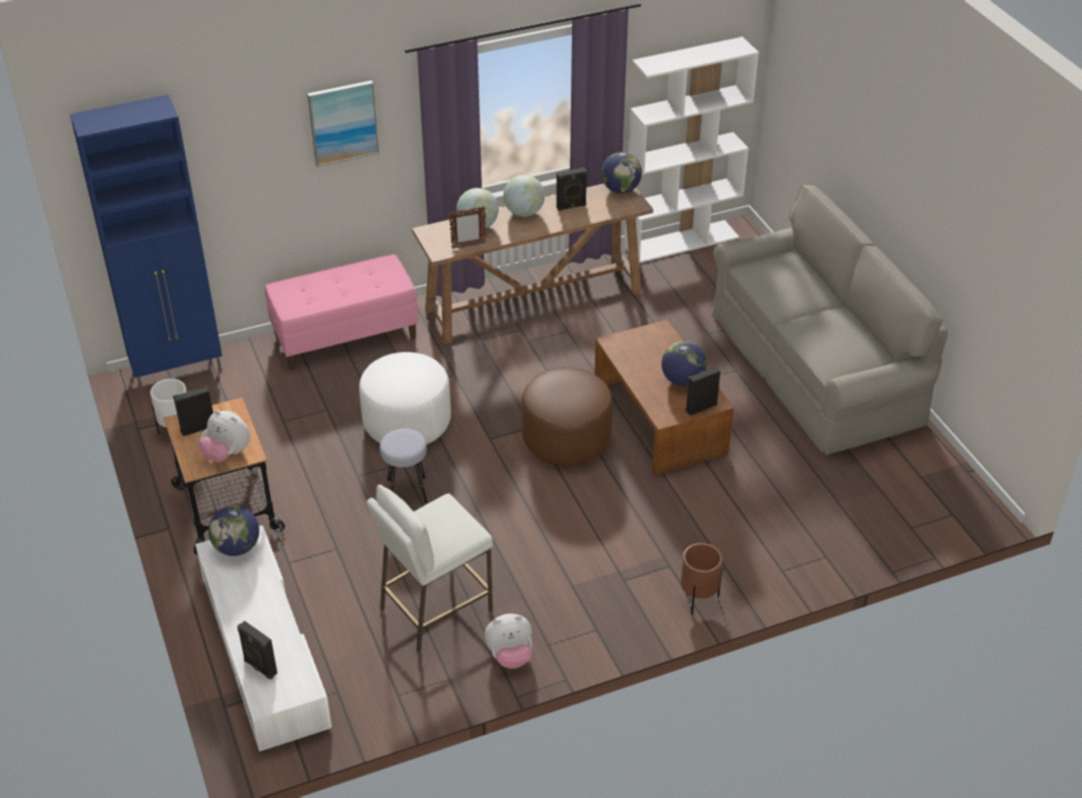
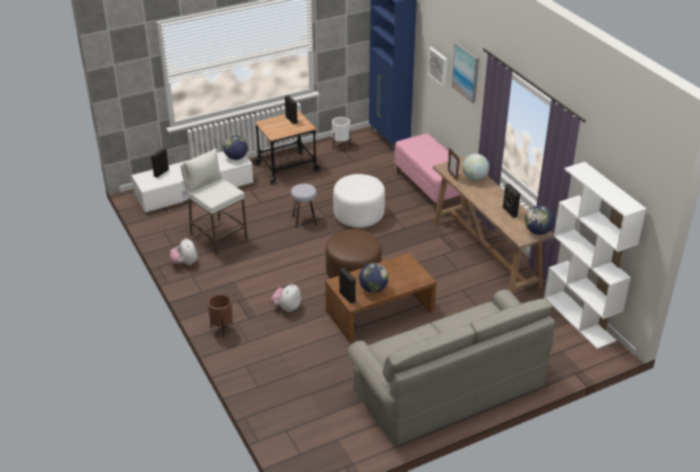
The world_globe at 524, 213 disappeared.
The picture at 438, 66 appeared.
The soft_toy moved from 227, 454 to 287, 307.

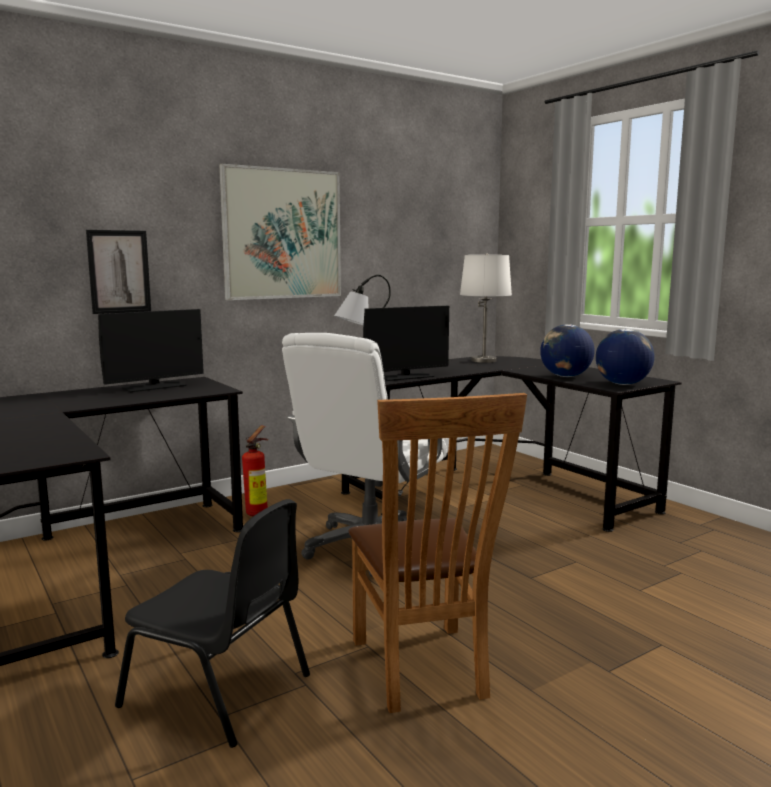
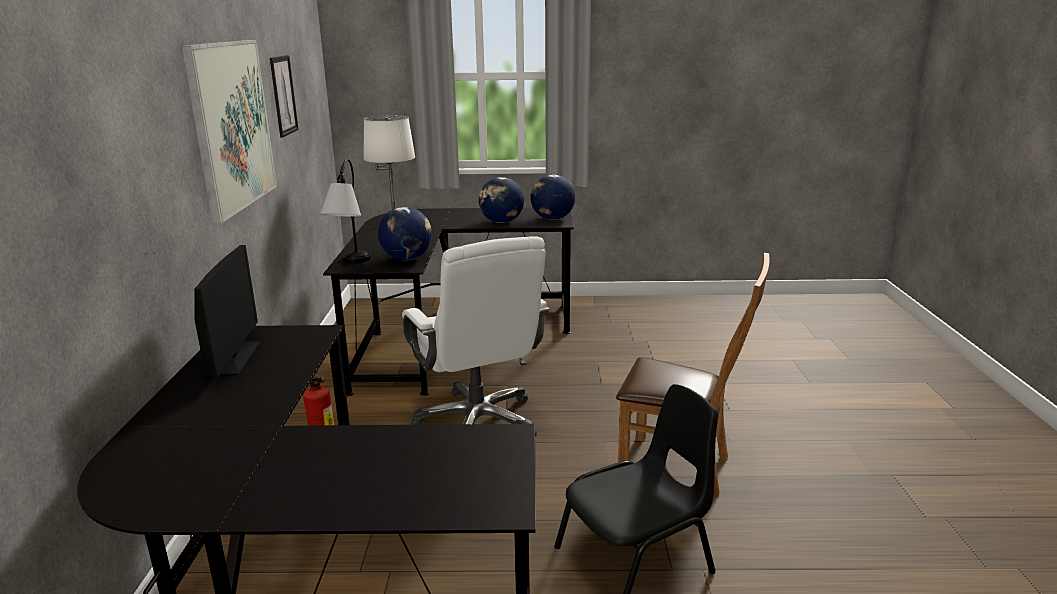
The picture moved from 119, 271 to 283, 95.
The monitor at 405, 377 was replaced by the world_globe at 407, 258.

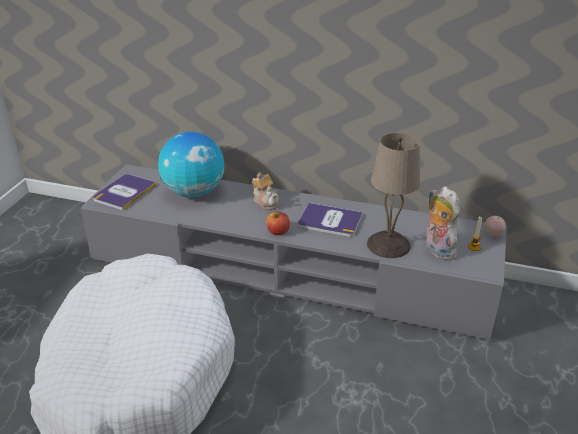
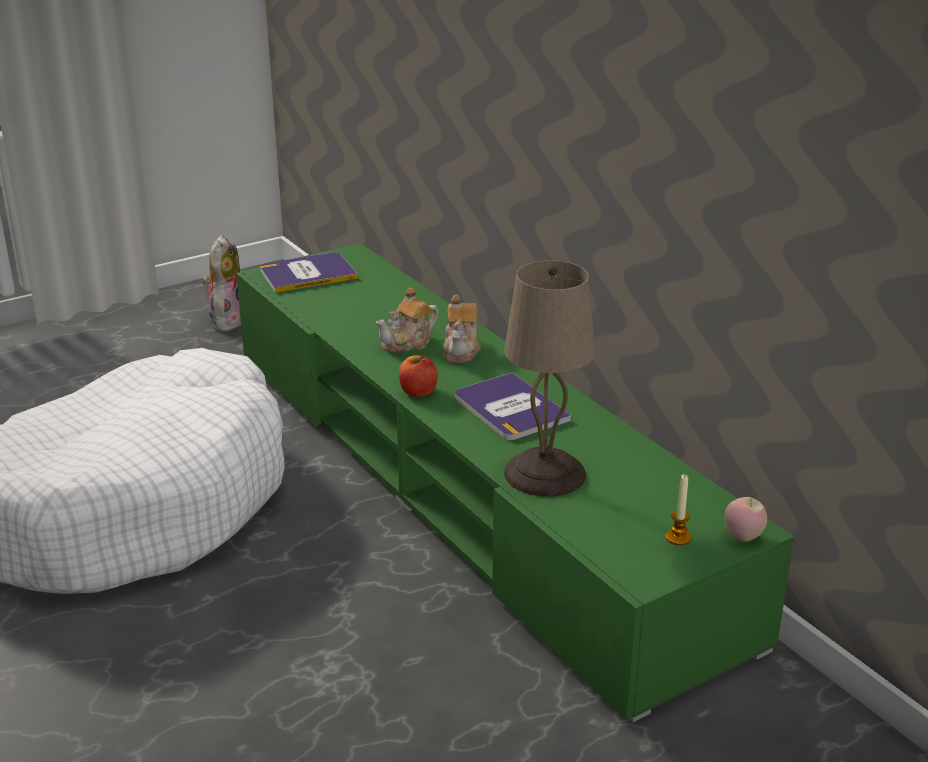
The world_globe at 194, 193 disappeared.
The tea_pot at 408, 343 appeared.
The soft_toy moved from 437, 250 to 227, 320.
The grey_tv_unit at 290, 271 became the green-coloured_tv_unit at 465, 484.

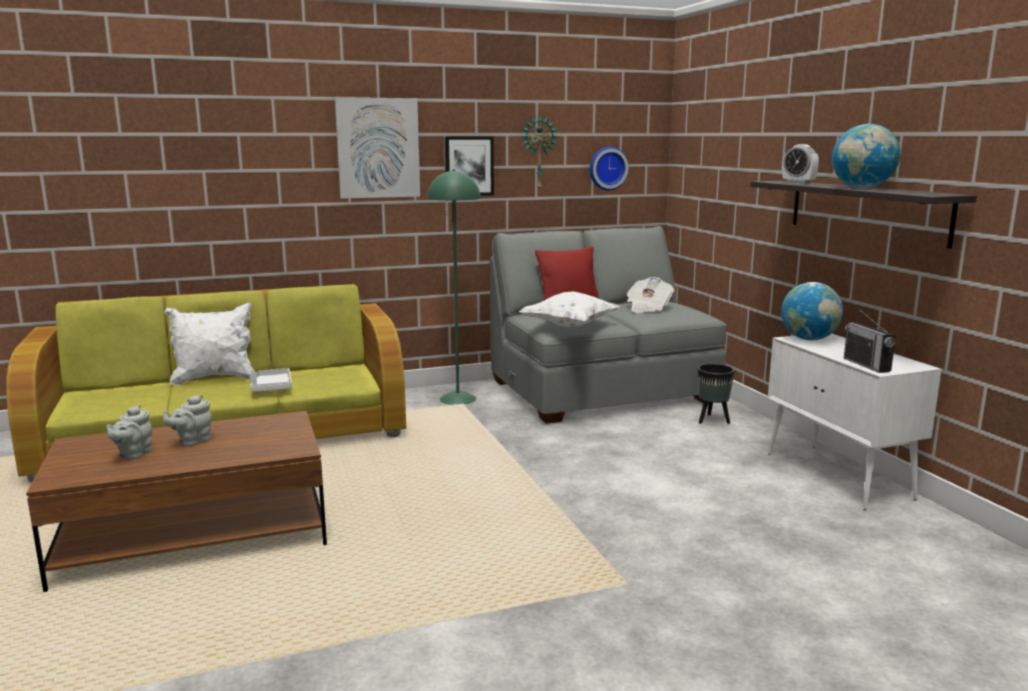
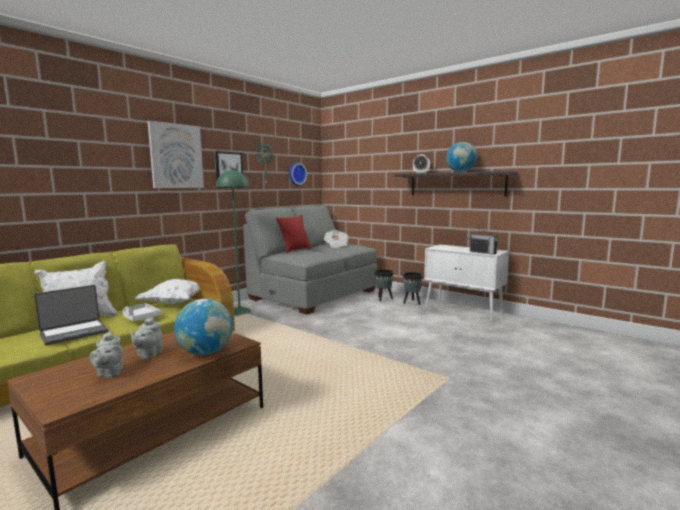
The portable_computer at 74, 333 appeared.
The blackish_plant_pot at 412, 302 appeared.
The white-coloured_throw_pillow moved from 570, 326 to 175, 303.
The world_globe moved from 809, 339 to 206, 352.

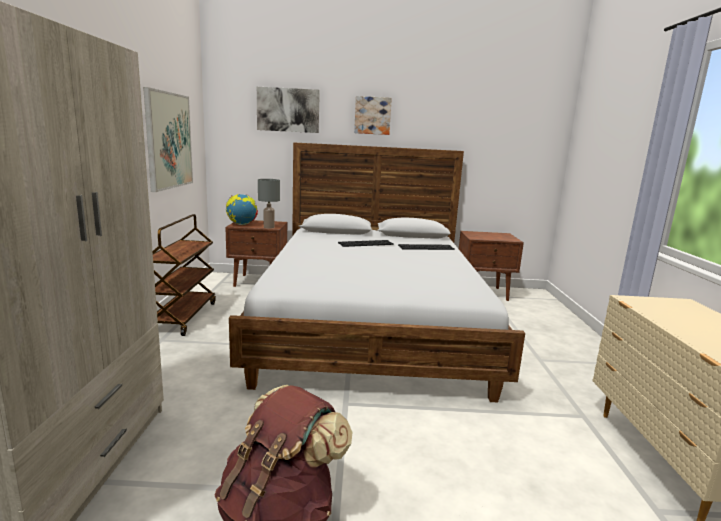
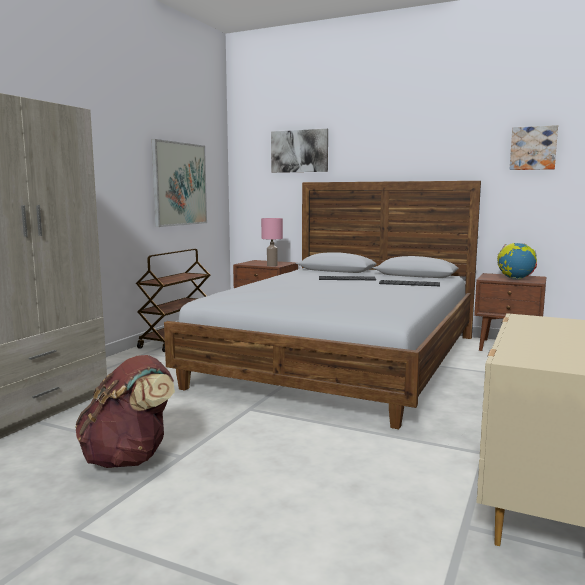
The world_globe moved from 242, 224 to 515, 279.
The picture moved from 372, 115 to 533, 148.
The grey_tabletop_lamp at 269, 227 became the pink-coloured_tabletop_lamp at 272, 265.

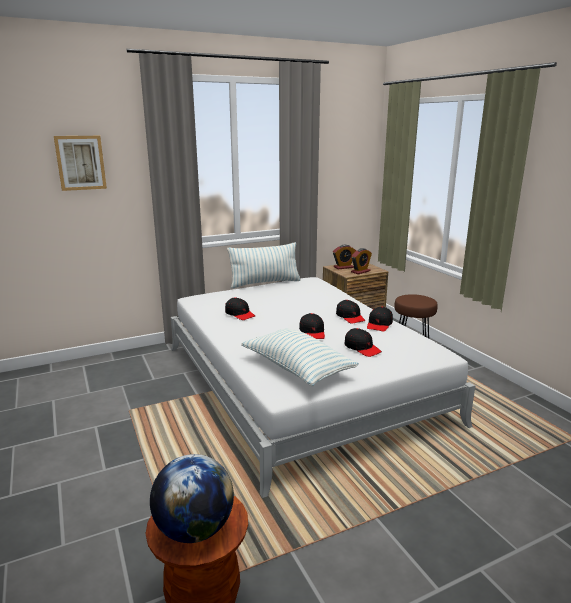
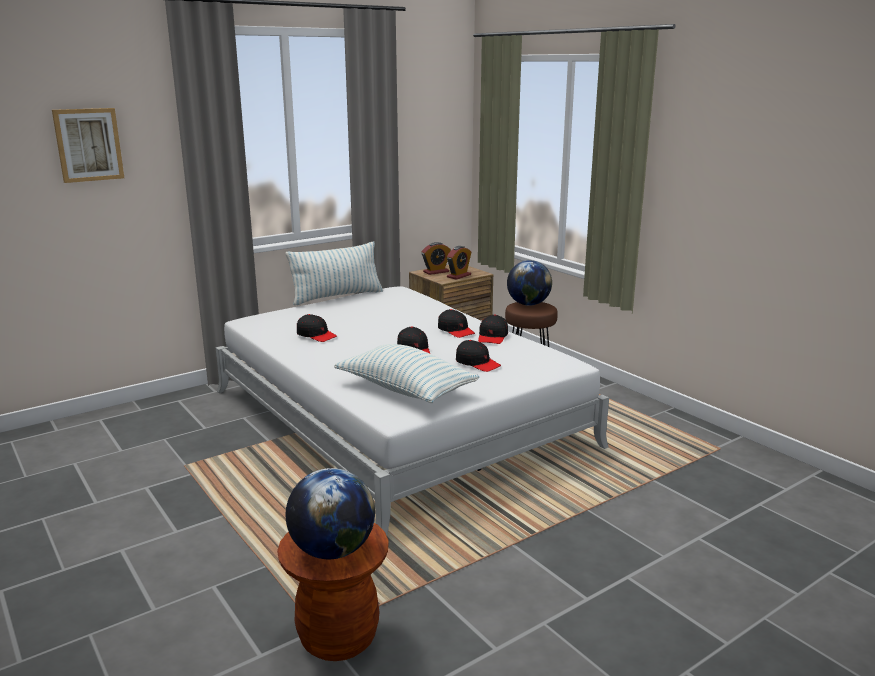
The world_globe at 528, 304 appeared.

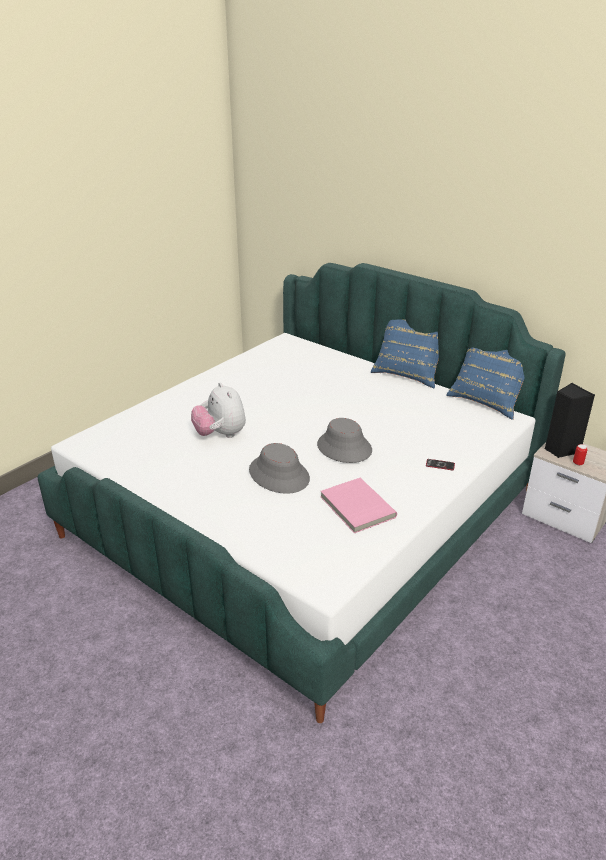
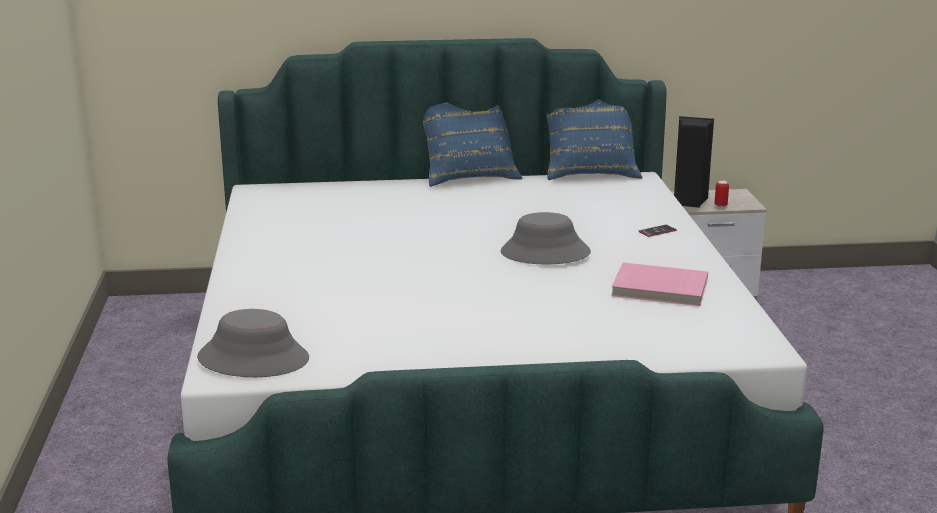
The soft_toy at 220, 434 disappeared.
The grey_hat moved from 279, 474 to 253, 358.

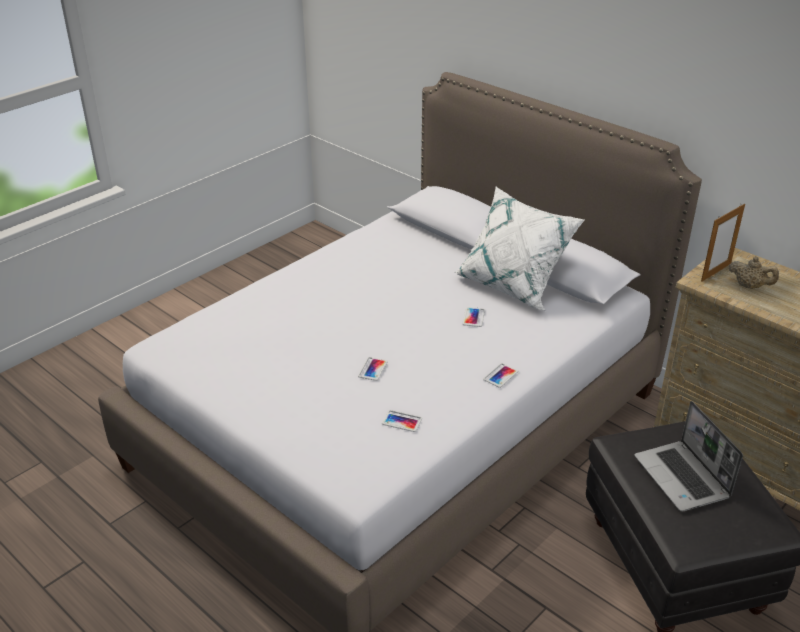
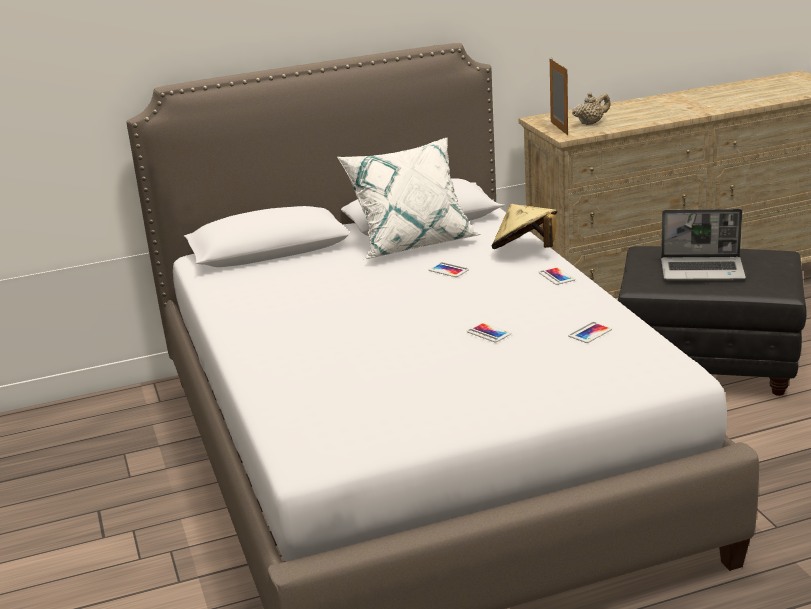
The sand-coloured_hat at 525, 251 appeared.

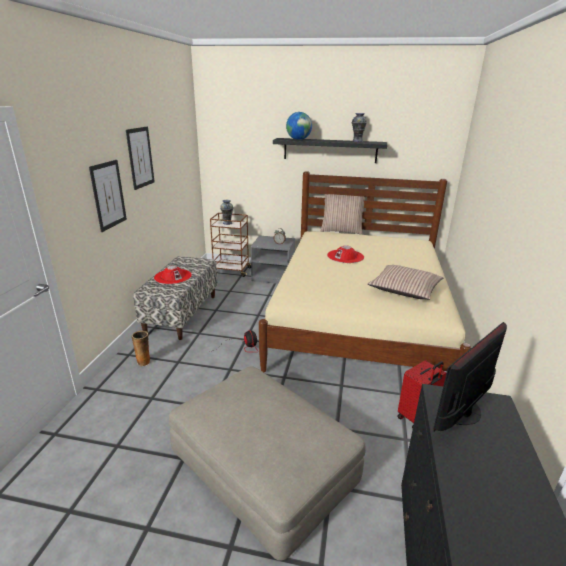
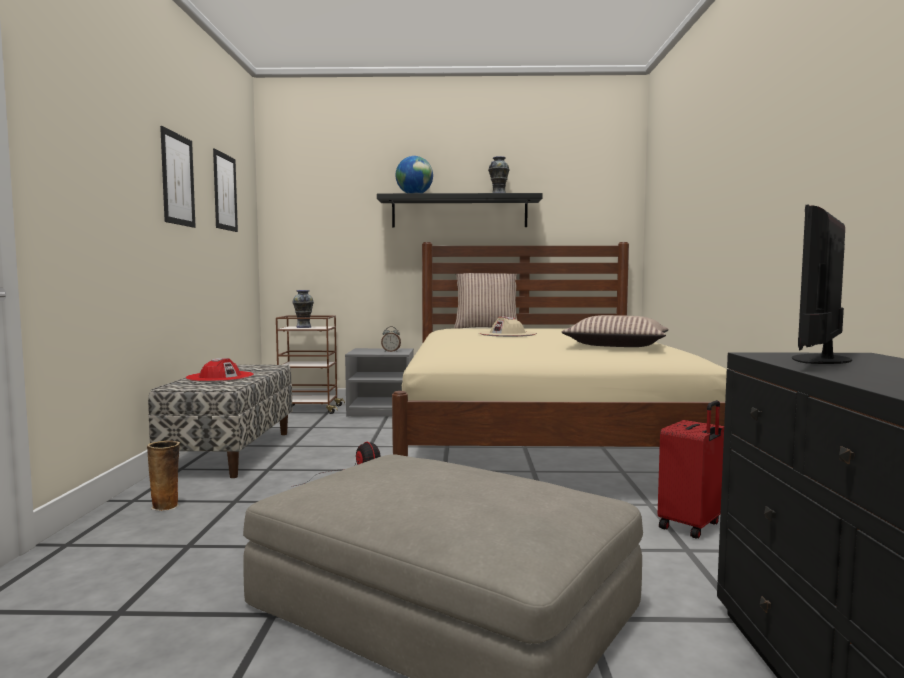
The picture moved from 108, 195 to 225, 192.
The red_hat at 345, 256 became the sand-coloured_hat at 507, 334.

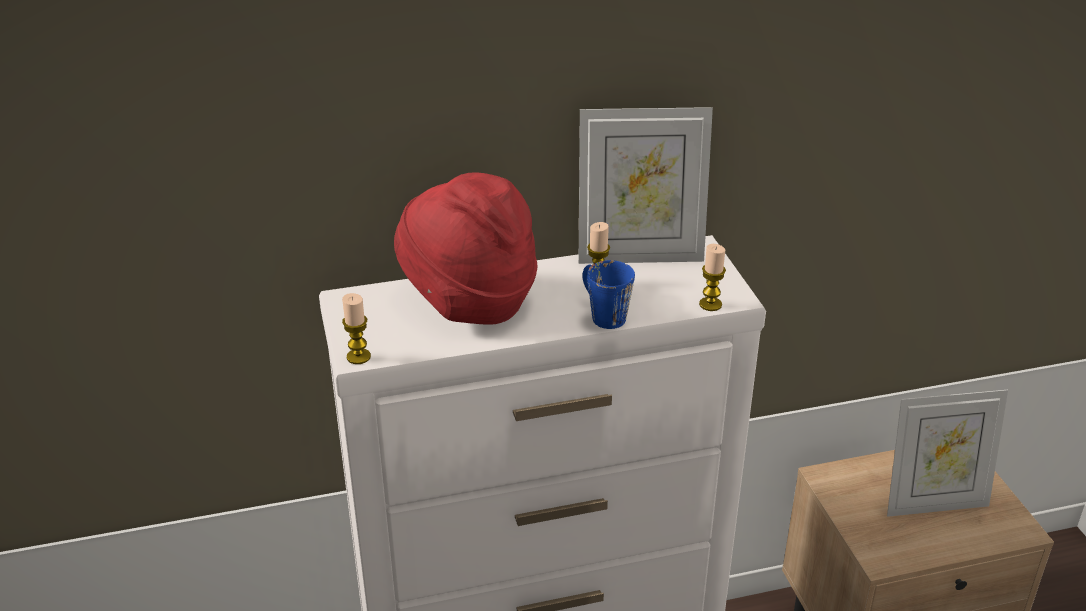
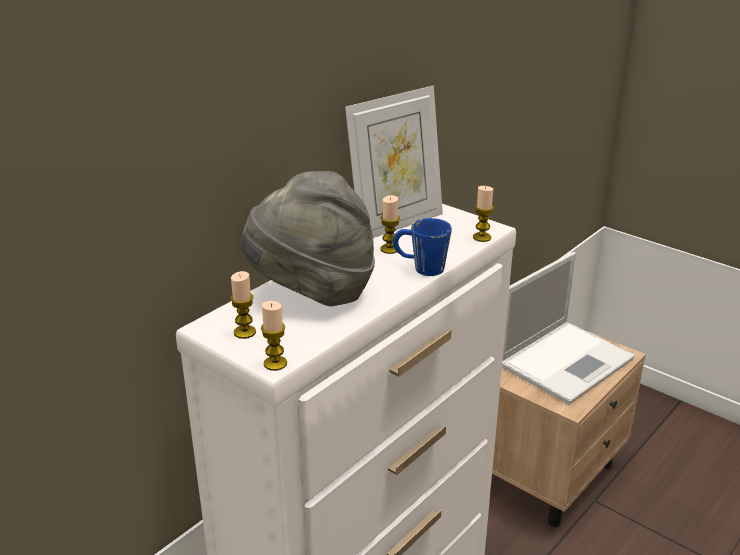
The wax_candle at 244, 332 appeared.
The photo_frame at 933, 503 was replaced by the portable_computer at 566, 360.
The red_hat at 468, 301 became the grey_hat at 312, 293.

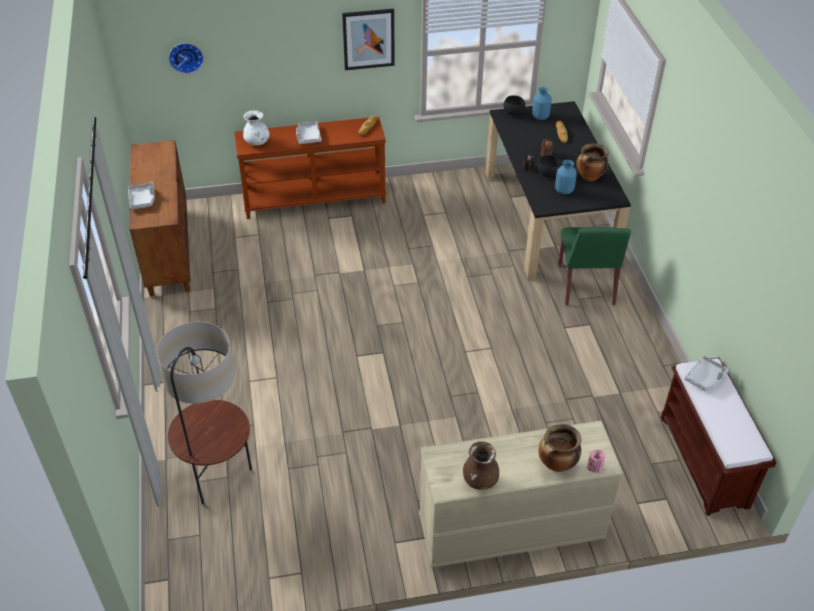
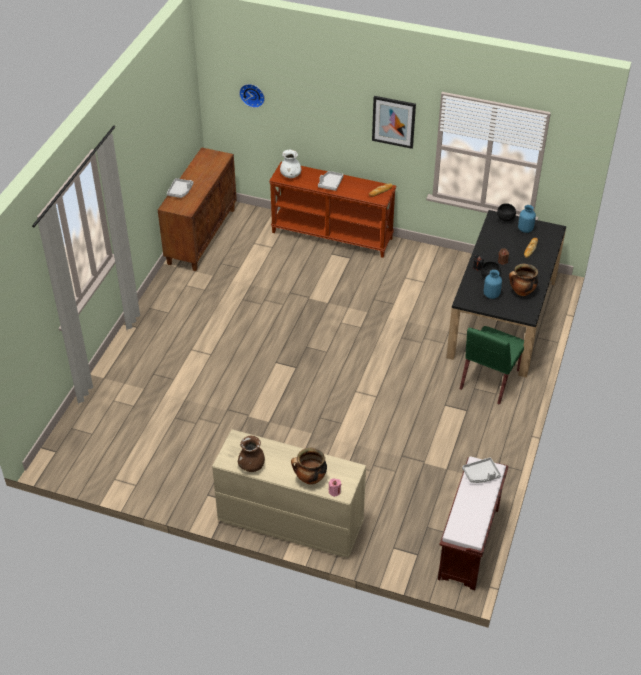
The standard_lamp at 219, 479 disappeared.

